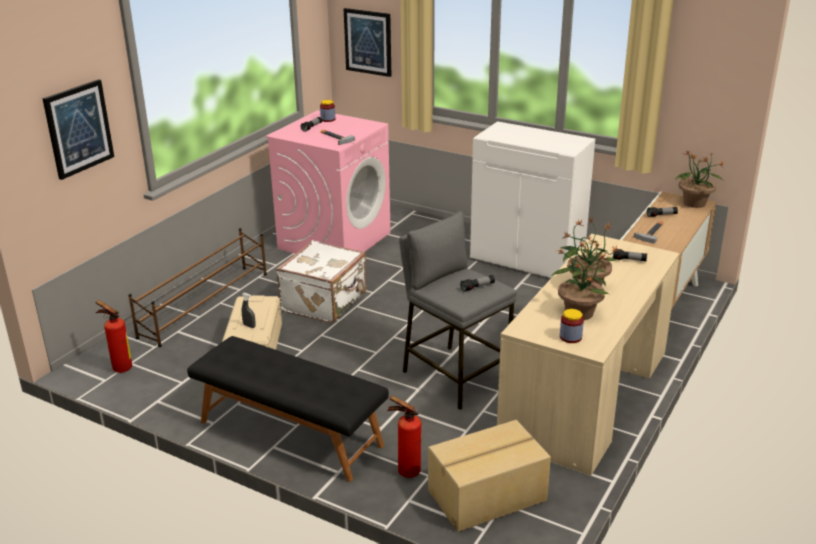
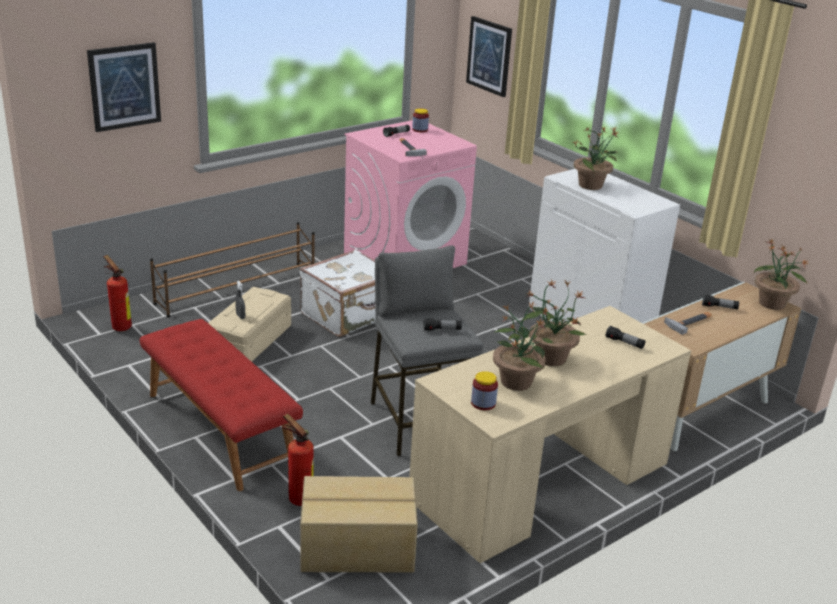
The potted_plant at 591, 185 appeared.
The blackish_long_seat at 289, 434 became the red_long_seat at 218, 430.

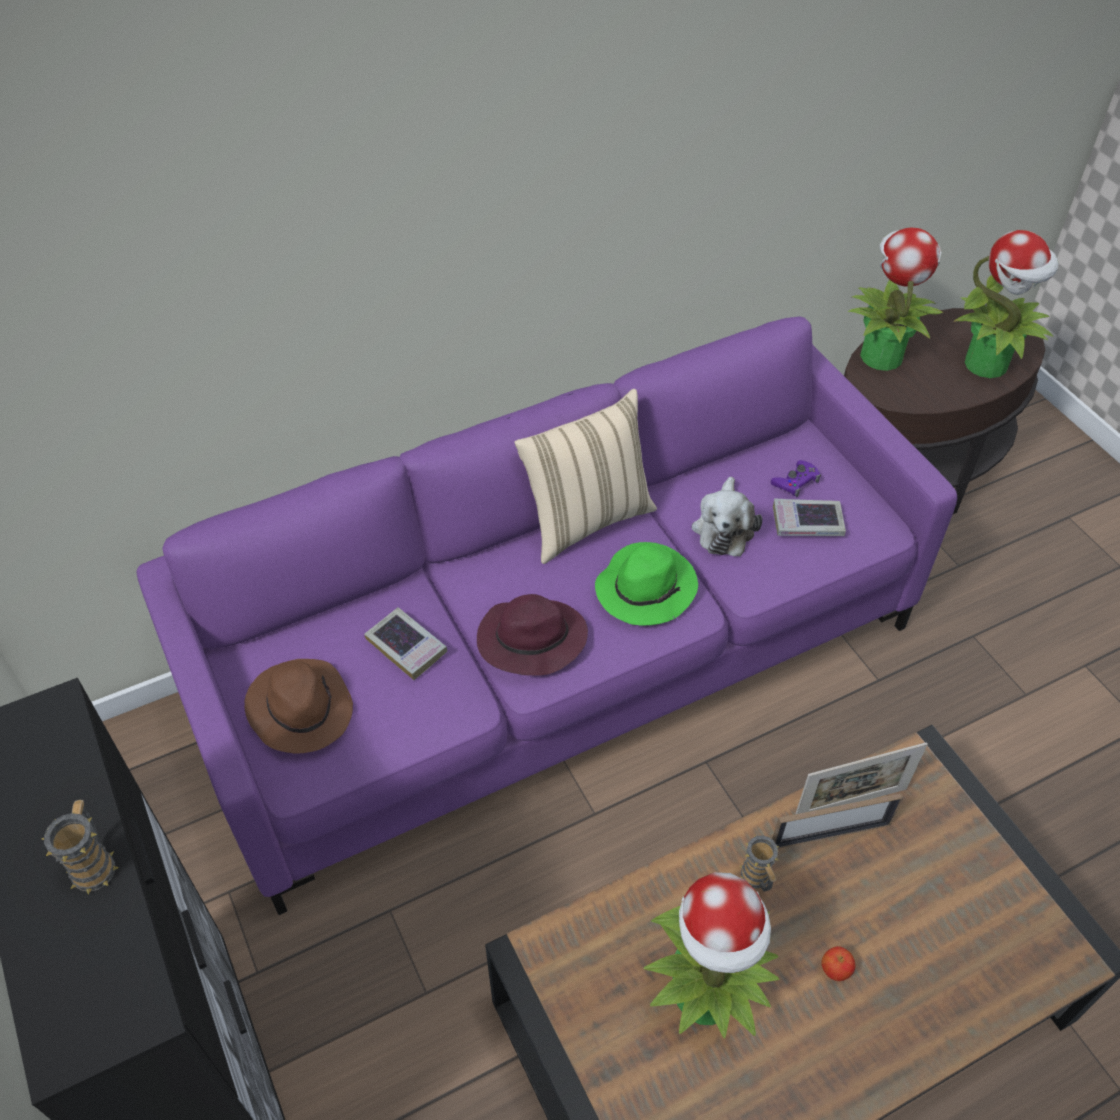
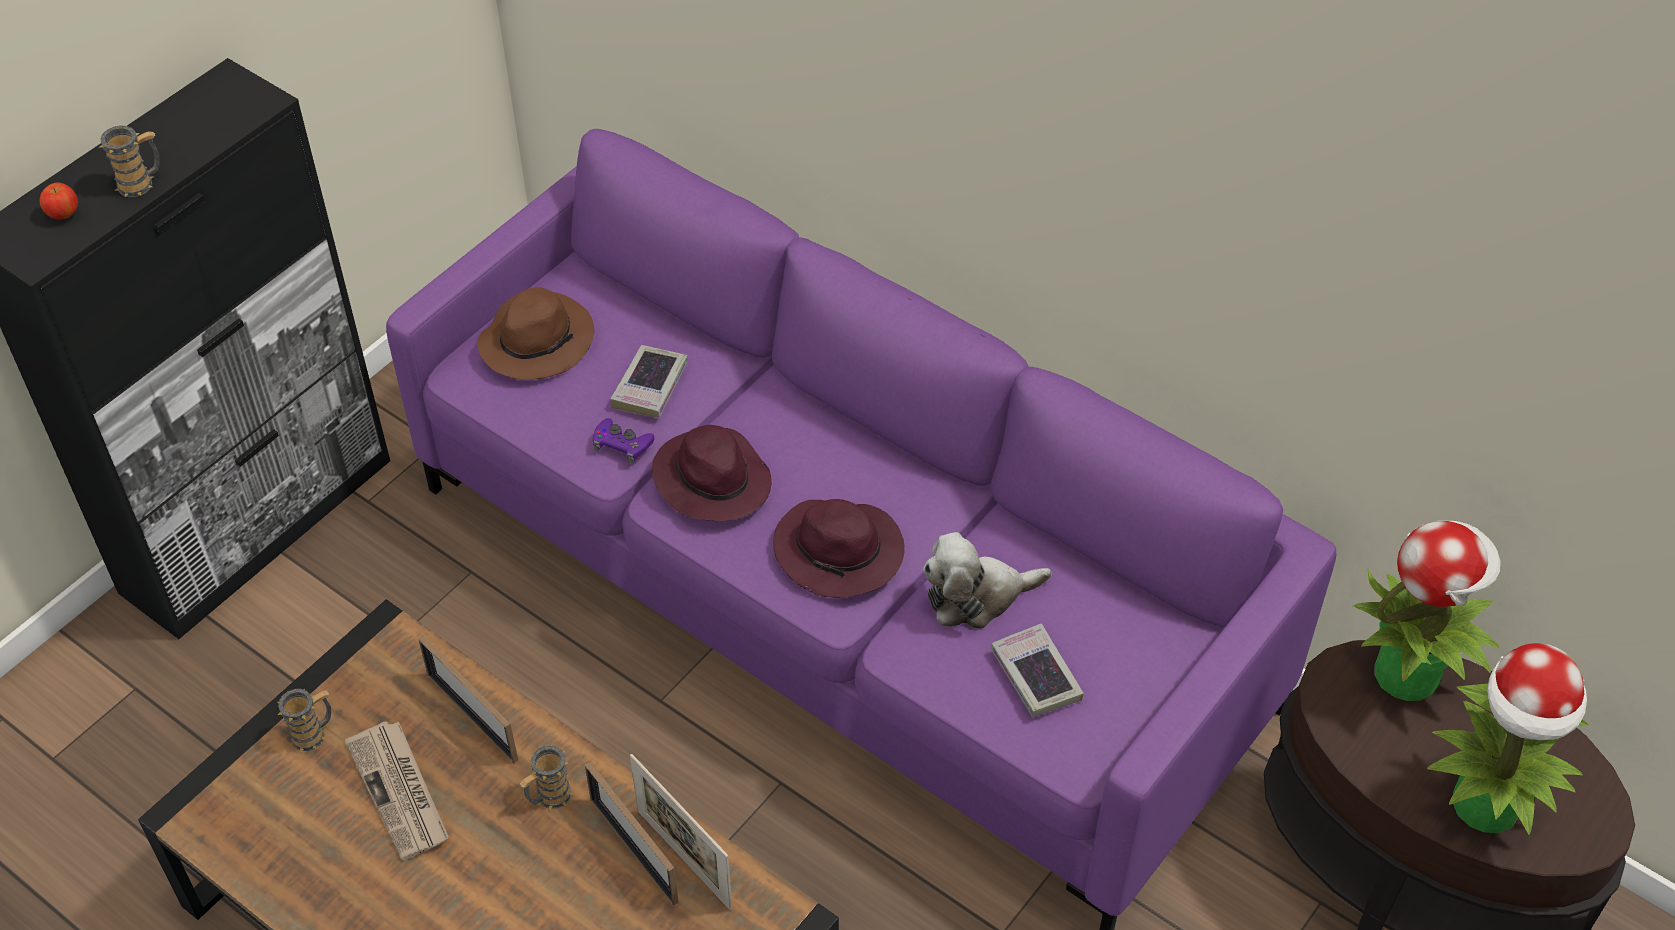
The sand-coloured_throw_pillow at 586, 520 disappeared.
The coffee_mug at 313, 733 appeared.
The photo_frame at 472, 717 appeared.
The purple_joypad moved from 795, 482 to 622, 444.
The apple_fruit moved from 835, 969 to 63, 214.
The potted_plant at 706, 997 was replaced by the printed_paper at 400, 792.
The green-coloured_hat at 646, 587 became the purple_hat at 840, 552.

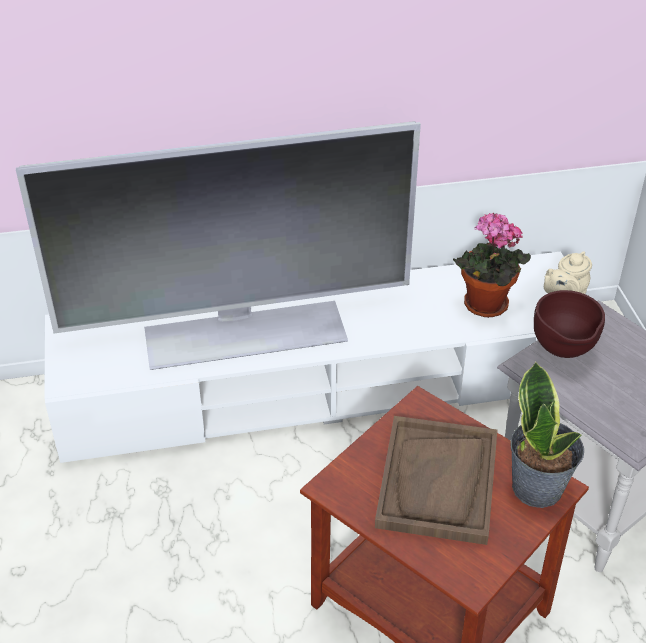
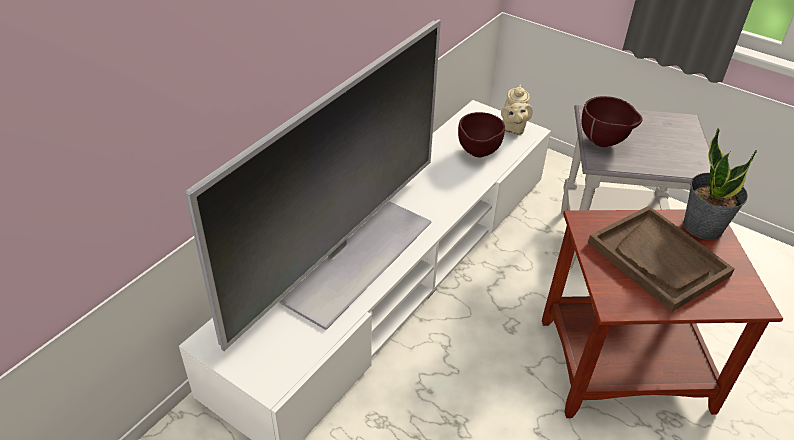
The potted_plant at 484, 307 was replaced by the brown-coloured_bowl at 477, 154.

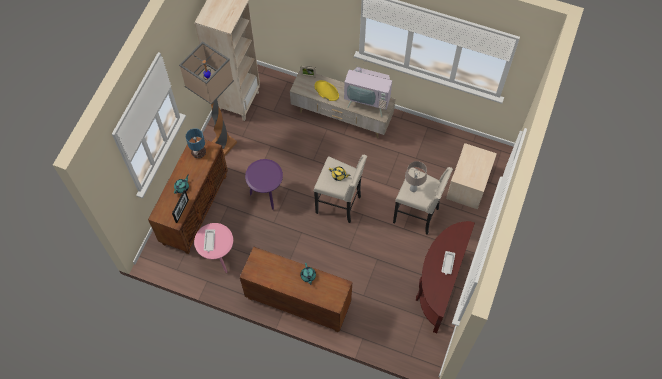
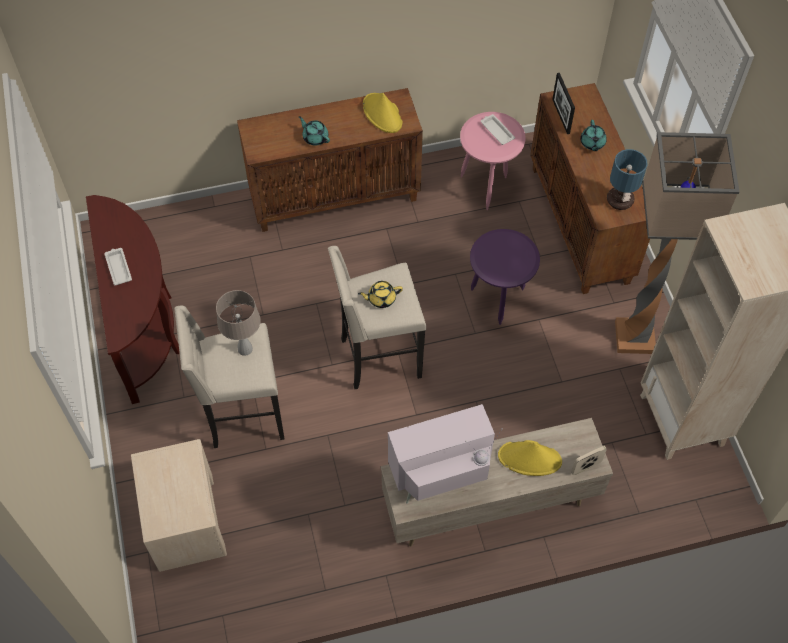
The yellow_hat at 382, 114 appeared.

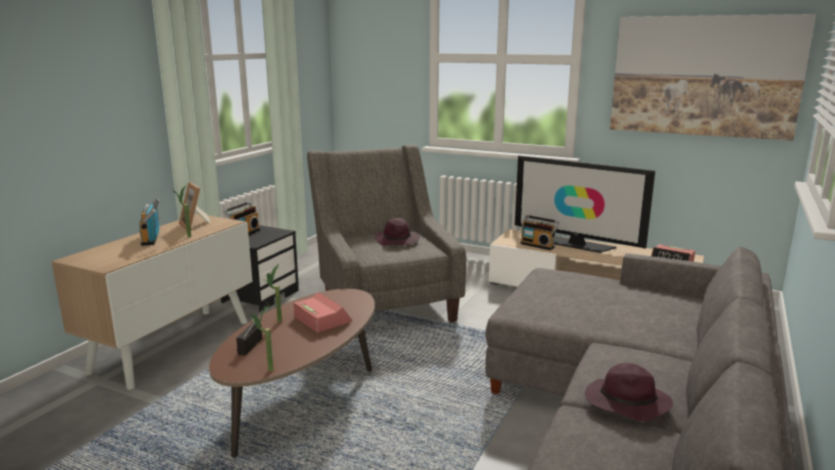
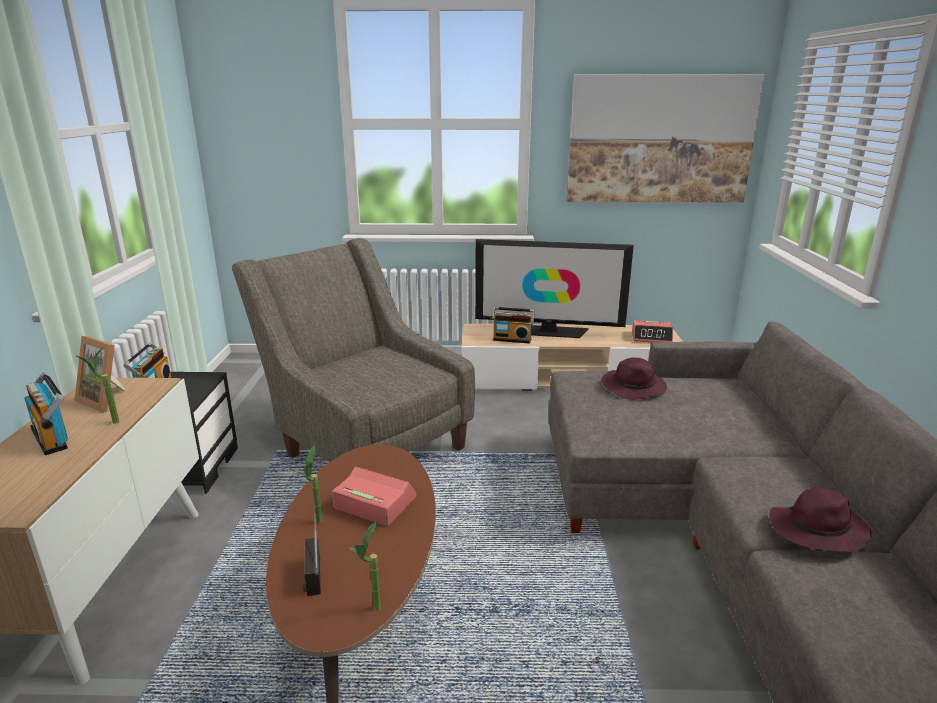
The purple_hat moved from 397, 241 to 634, 388.

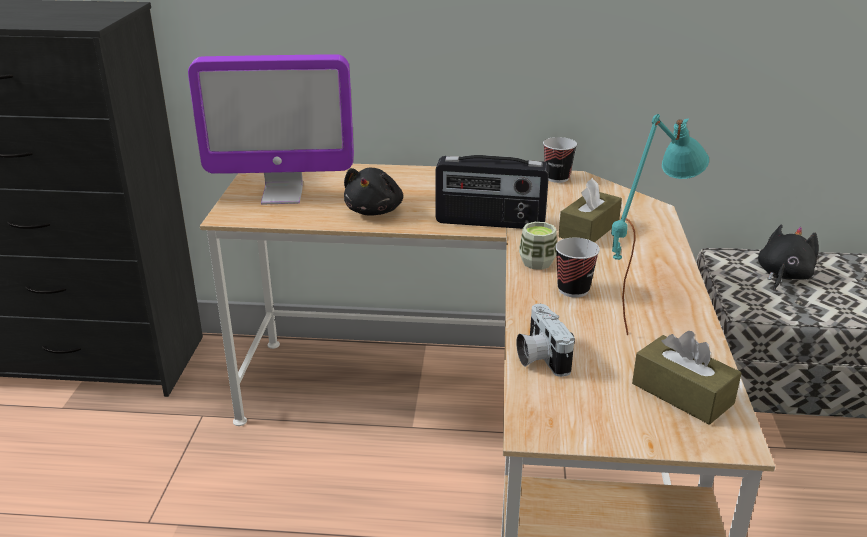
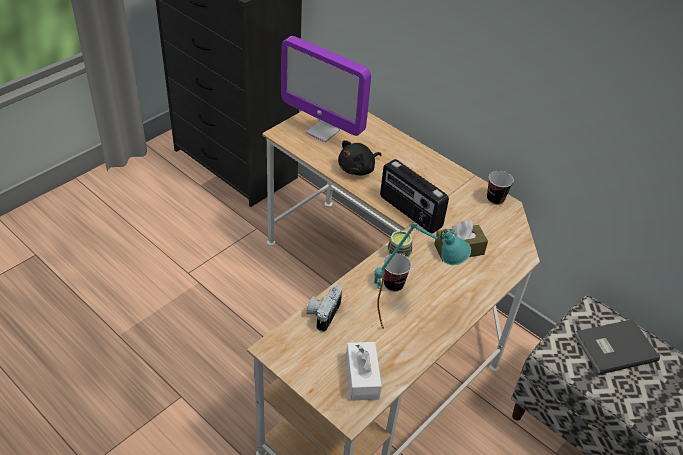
The blackish_soft_toy at 783, 276 was replaced by the grey_book at 613, 347.
The brown-coloured_tissue_holder at 682, 393 became the white-coloured_tissue_holder at 362, 377.

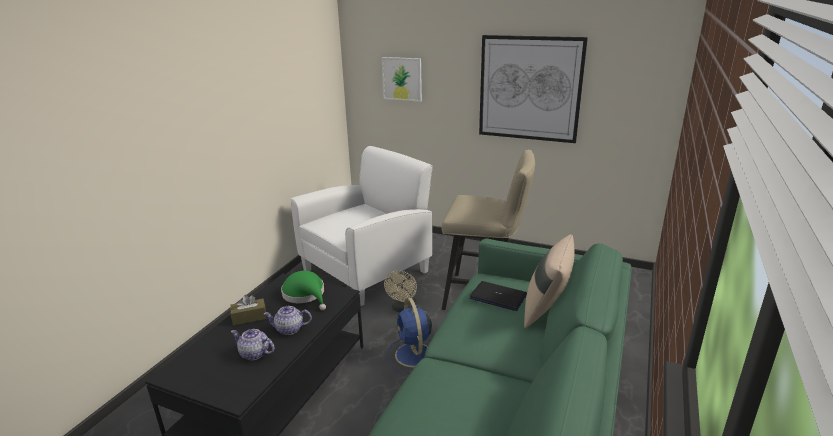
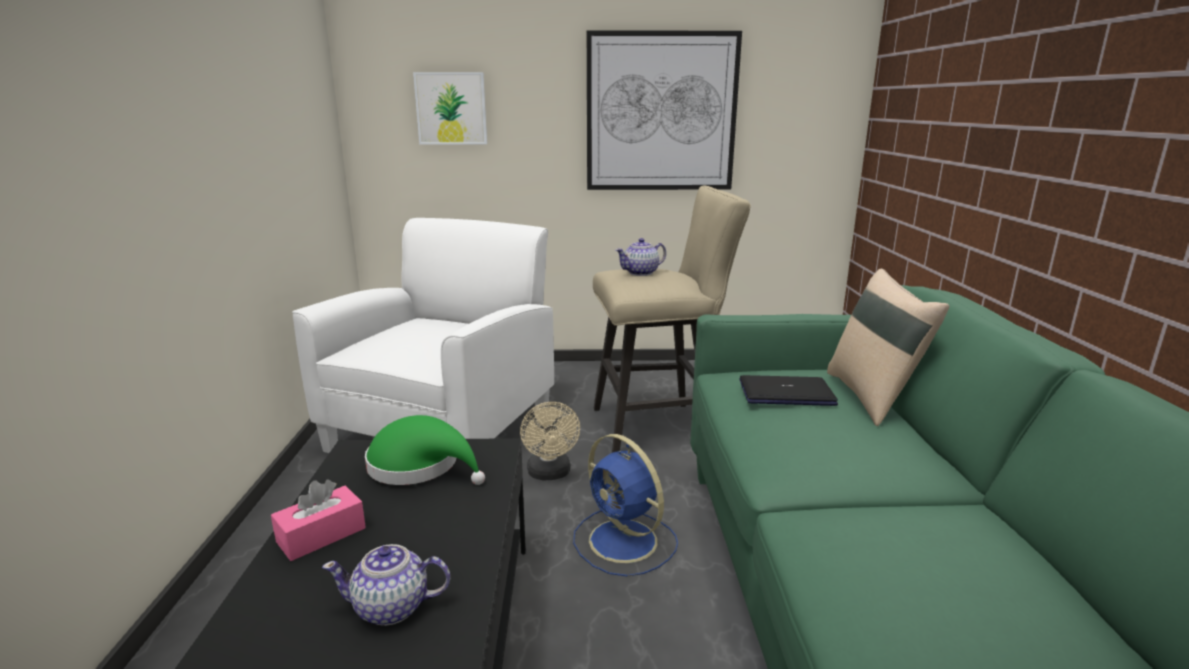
The tea_pot moved from 290, 329 to 641, 273.
The brown-coloured_tissue_holder at 249, 317 became the pink-coloured_tissue_holder at 321, 535.

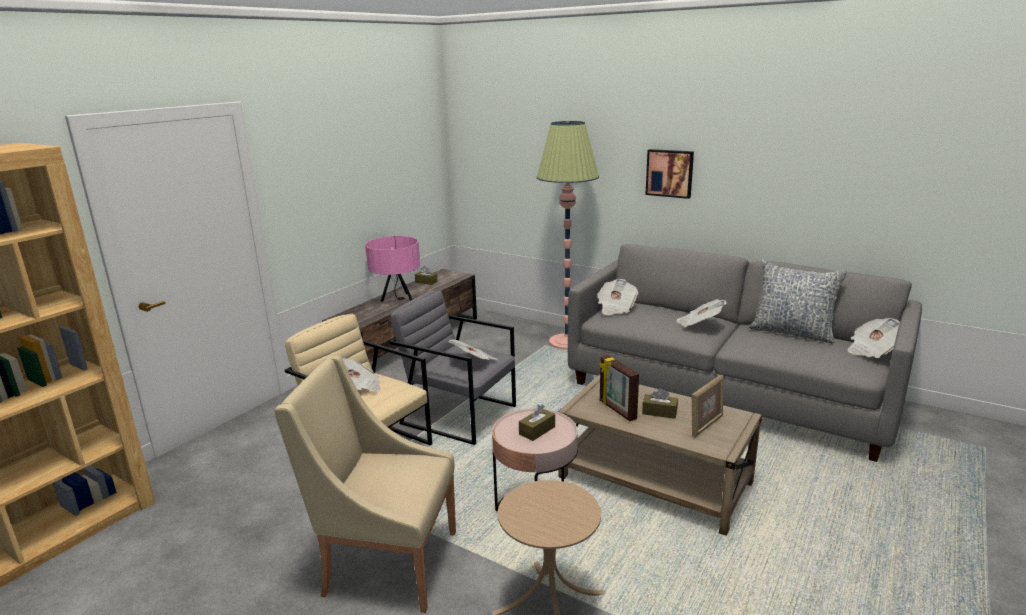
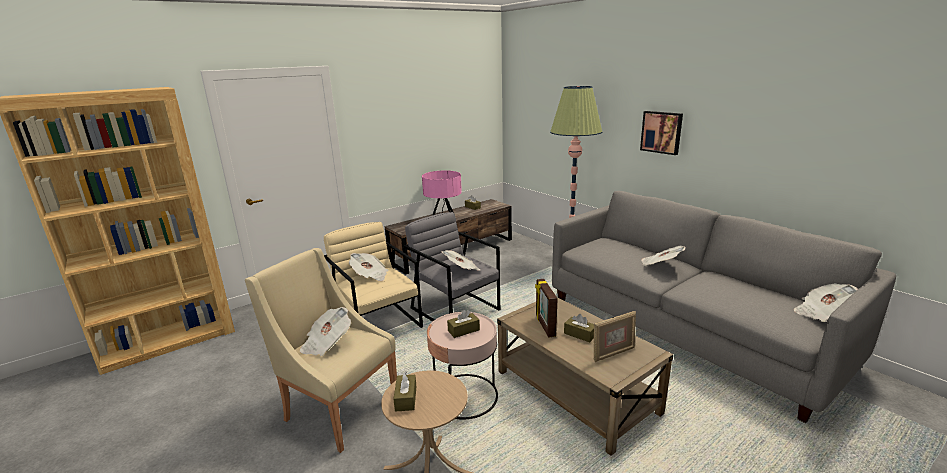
The throw_pillow at 792, 332 disappeared.
The brown-coloured_tissue_holder at 406, 398 appeared.
The printed_paper moved from 615, 308 to 327, 343.

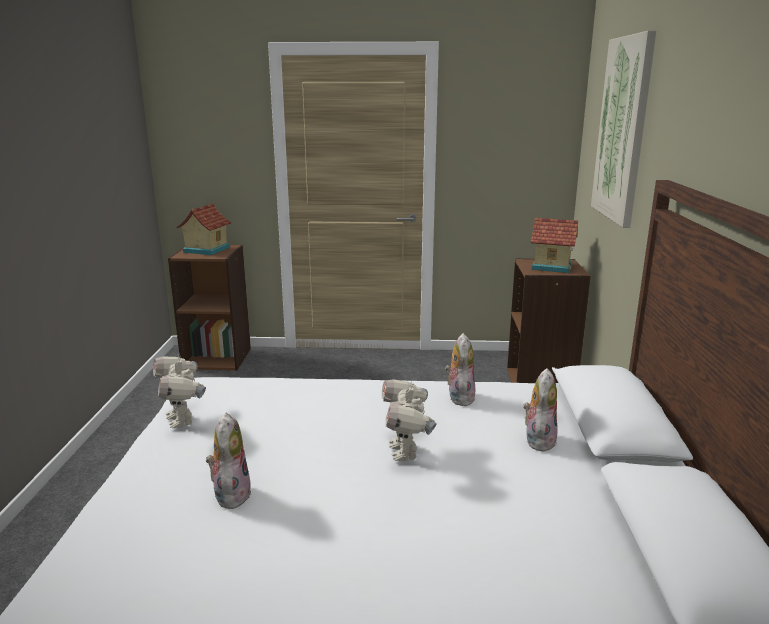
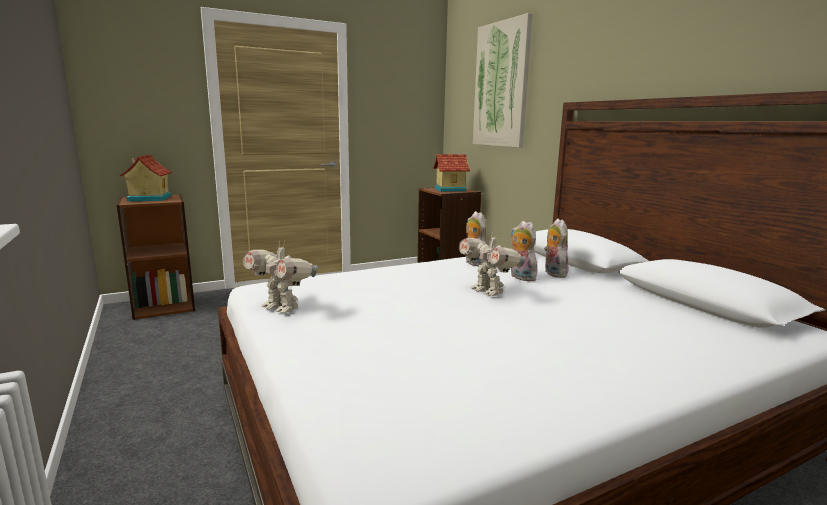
The soft_toy moved from 230, 494 to 520, 277.

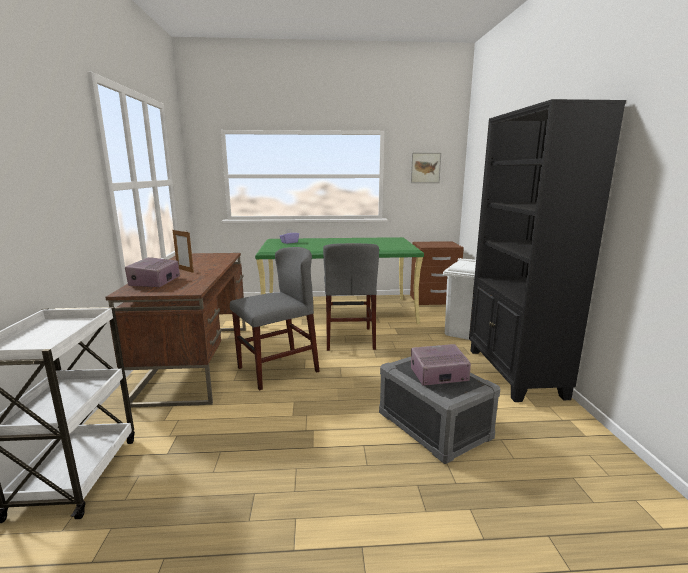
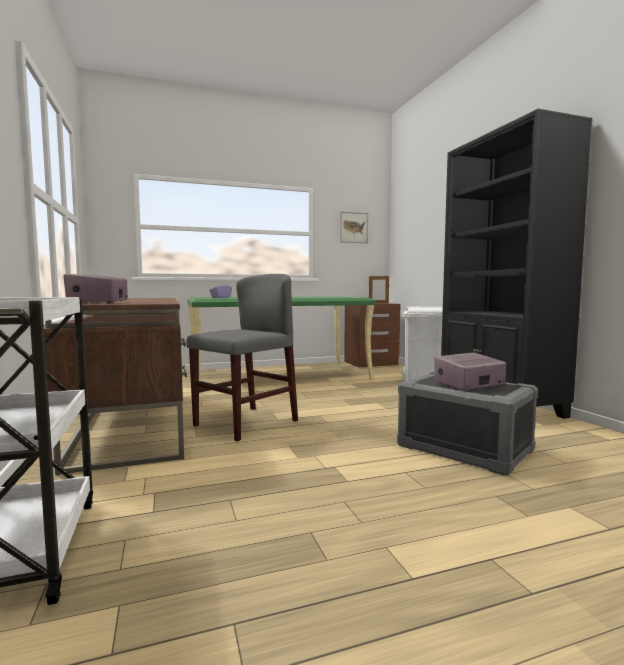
The grey_upright_chair at 349, 338 disappeared.
The photo_frame moved from 185, 270 to 378, 303.

